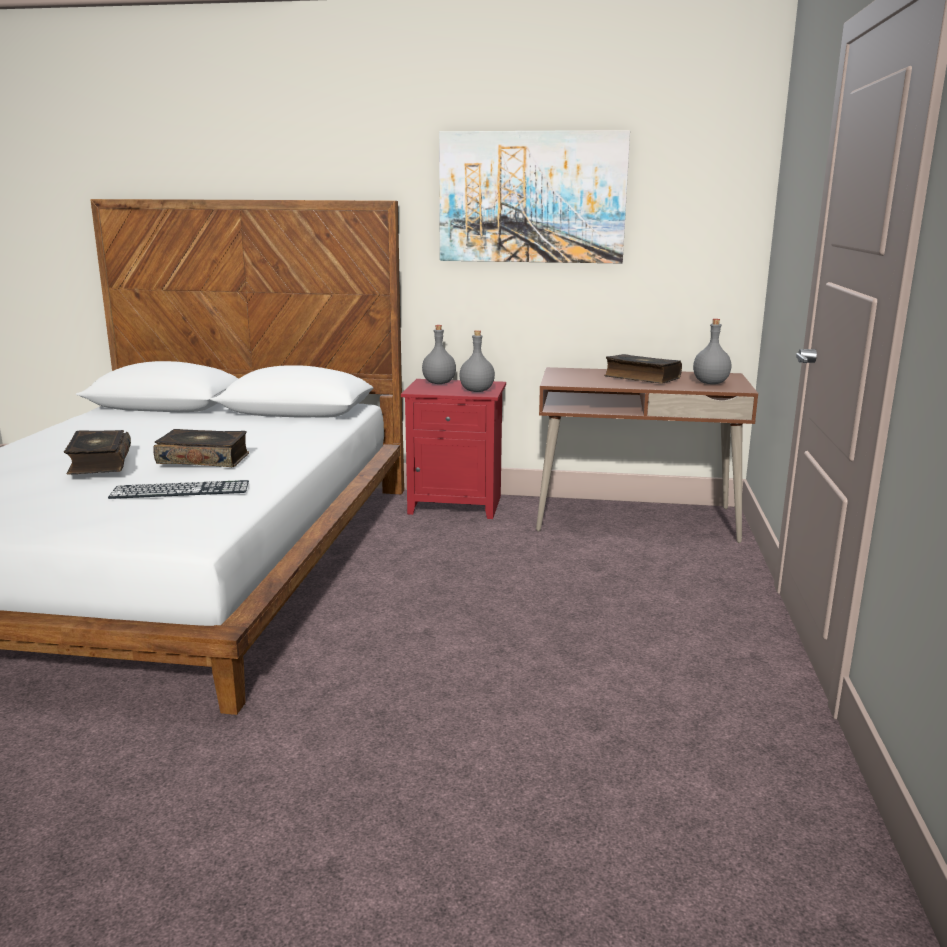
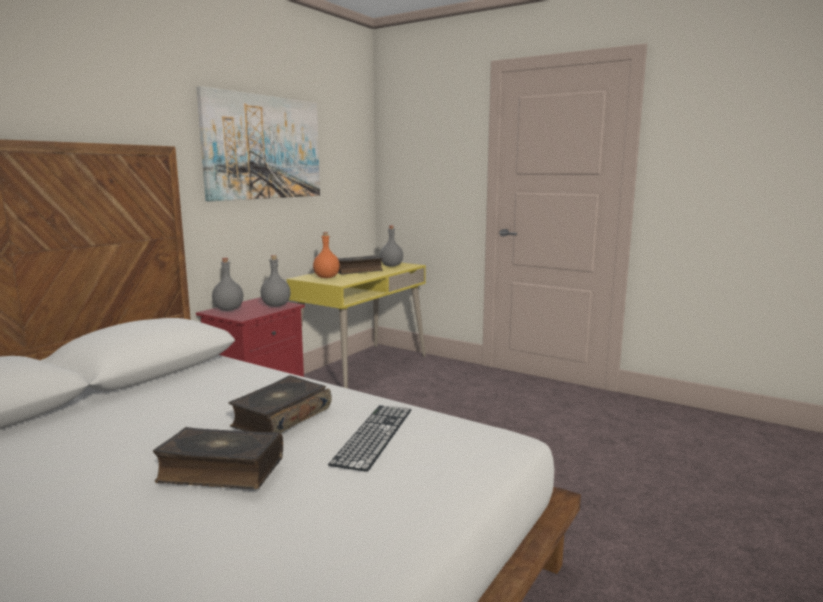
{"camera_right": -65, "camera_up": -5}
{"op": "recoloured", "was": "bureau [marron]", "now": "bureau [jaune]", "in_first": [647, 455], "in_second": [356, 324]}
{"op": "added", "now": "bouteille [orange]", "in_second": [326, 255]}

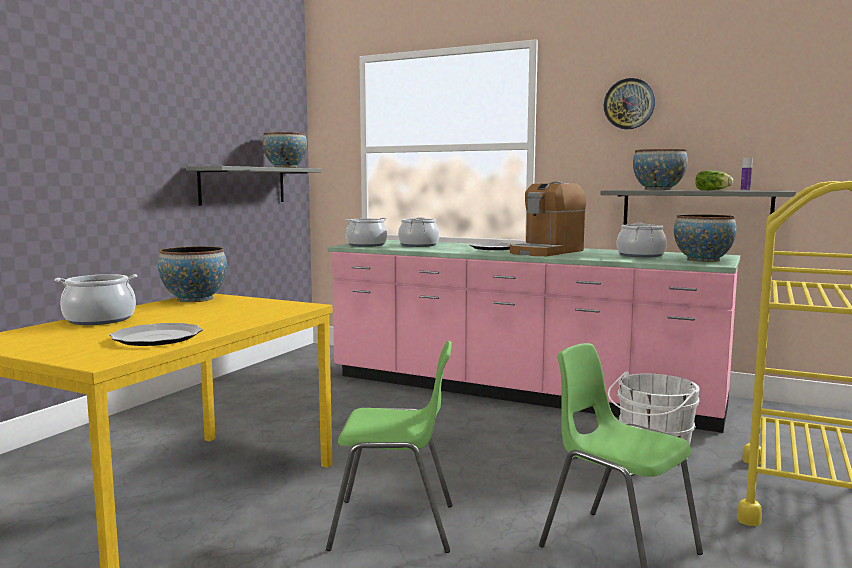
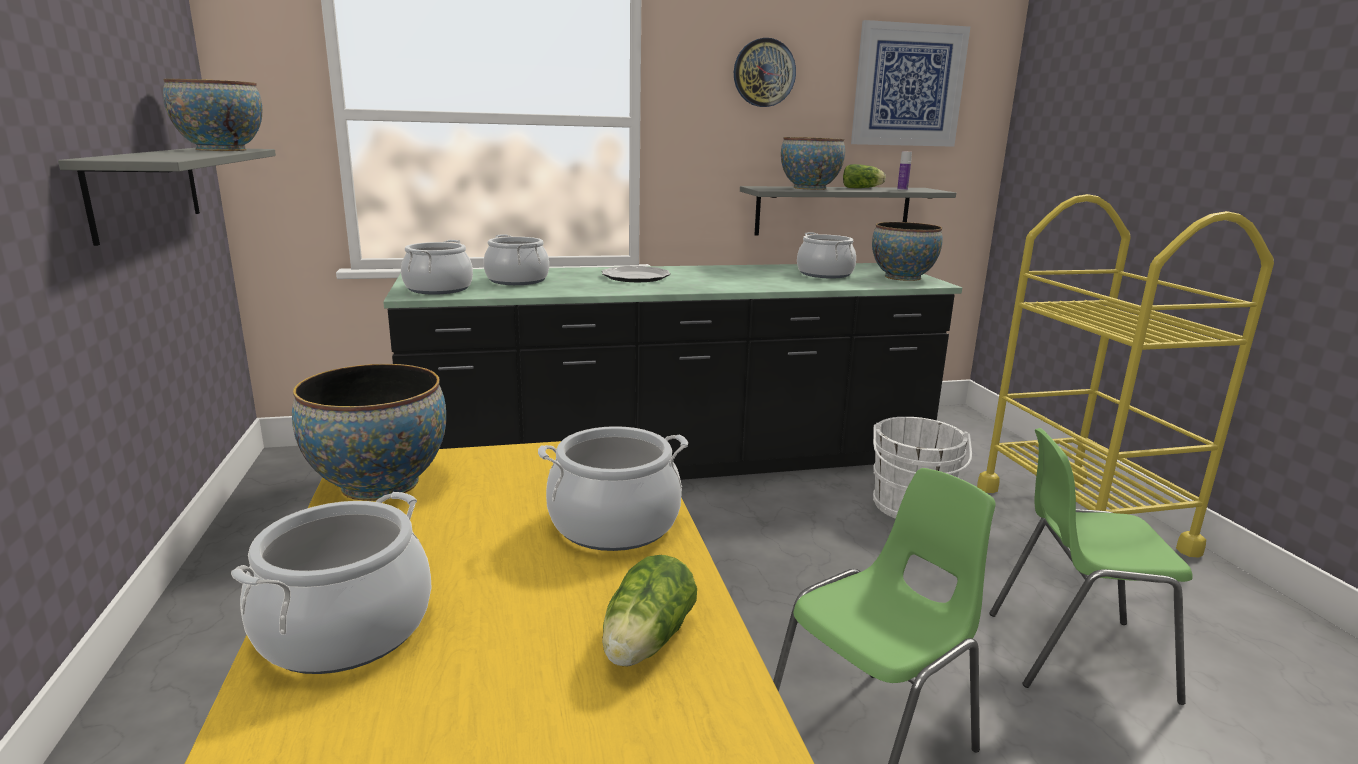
{"camera_right": -40, "camera_up": 10}
{"op": "removed", "was": "machine à café", "in_first": [548, 219]}
{"op": "recoloured", "was": "comptoir de cuisine [rose]", "now": "comptoir de cuisine [noir]", "in_first": [533, 336], "in_second": [672, 371]}
{"op": "replaced", "was": "assiette", "now": "laitue", "in_first": [156, 334], "in_second": [649, 611]}
{"op": "added", "now": "tableau", "in_second": [910, 83]}
{"op": "added", "now": "marmite", "in_second": [613, 488]}

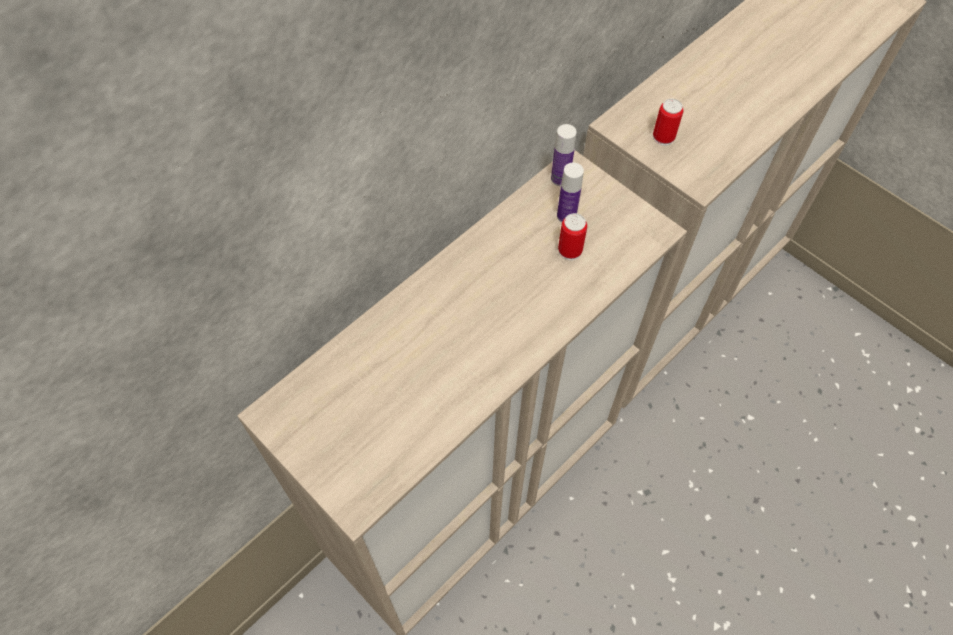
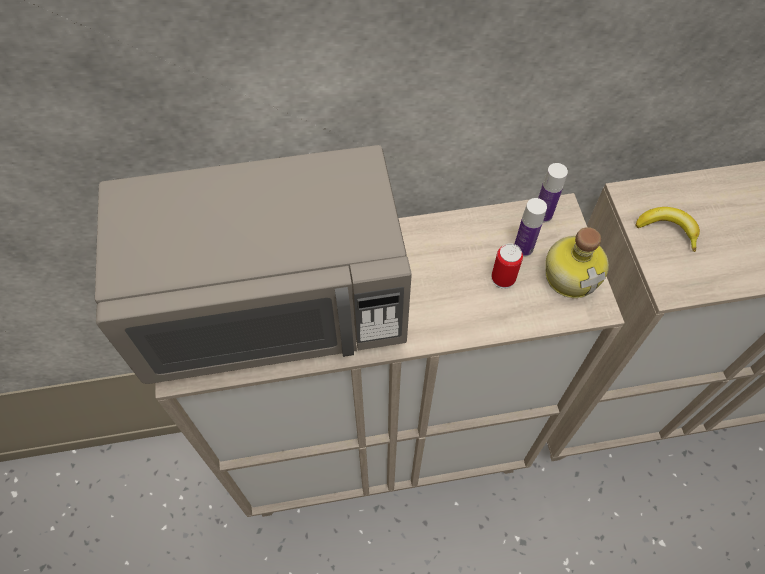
{"camera_right": 35, "camera_up": 0}
{"op": "replaced", "was": "boîte métallique", "now": "banane", "in_first": [668, 122], "in_second": [667, 229]}
{"op": "added", "now": "micro-ondes [gris]", "in_second": [253, 264]}
{"op": "added", "now": "bouteille", "in_second": [577, 262]}

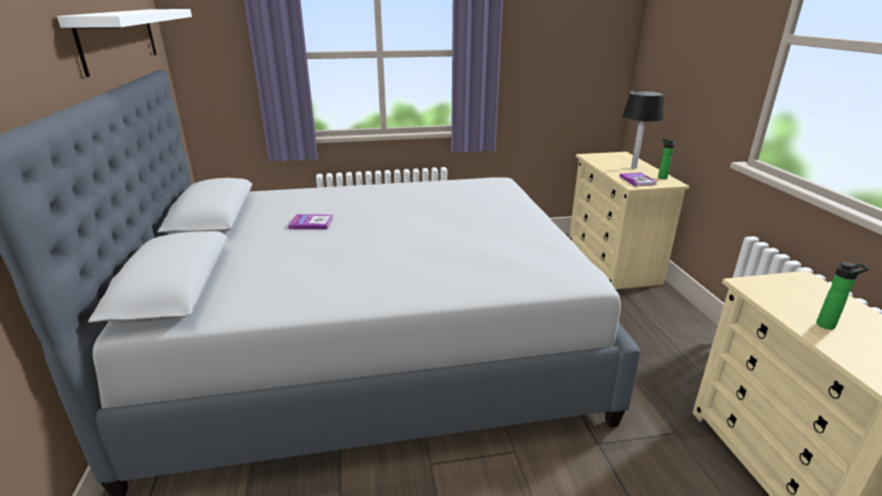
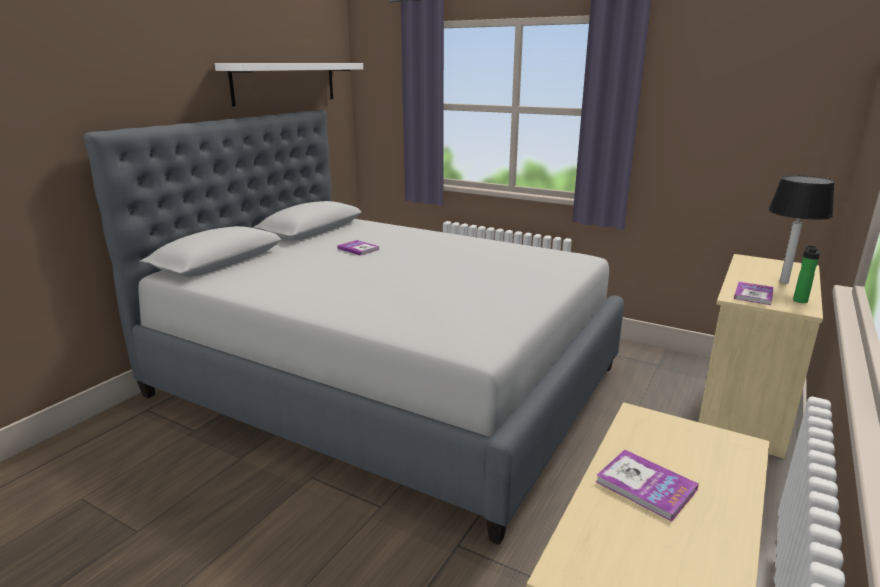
{"camera_right": 40, "camera_up": -5}
{"op": "replaced", "was": "bouteille", "now": "livre", "in_first": [842, 296], "in_second": [647, 485]}

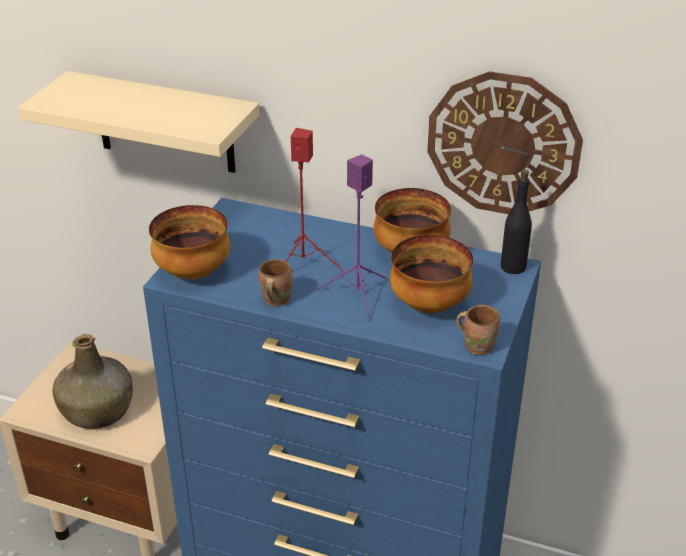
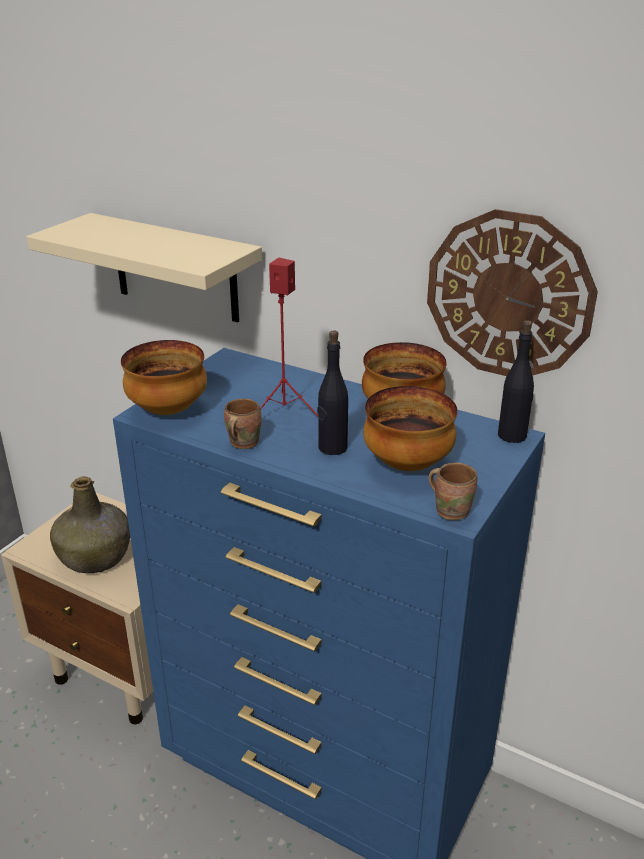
{"camera_right": 10, "camera_up": -5}
{"op": "replaced", "was": "enceinte [violet]", "now": "bouteille [noir]", "in_first": [352, 237], "in_second": [332, 392]}

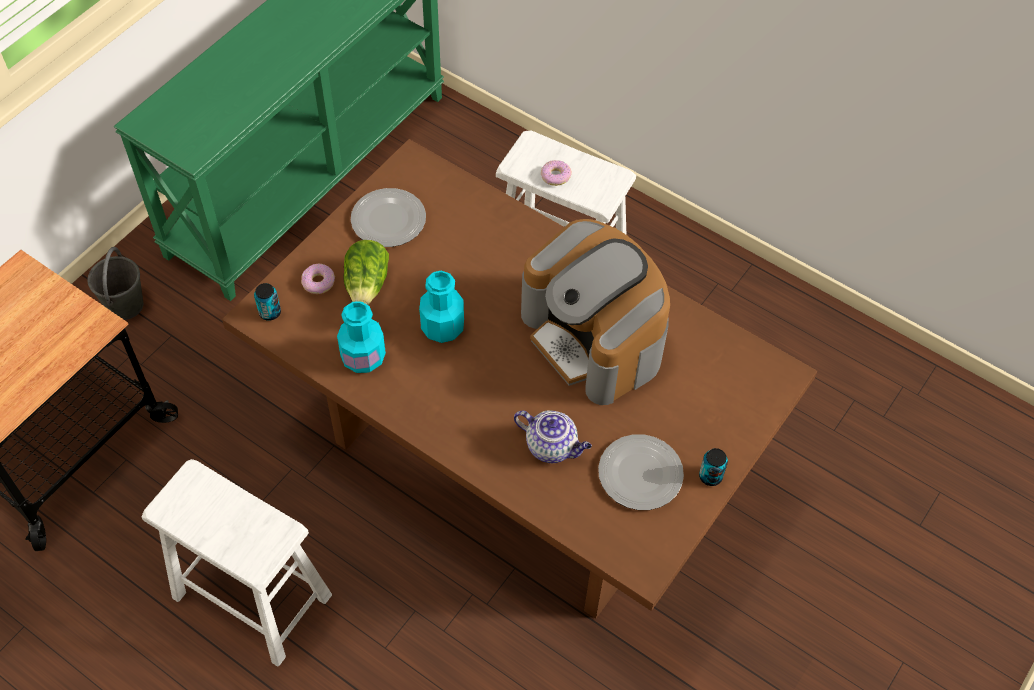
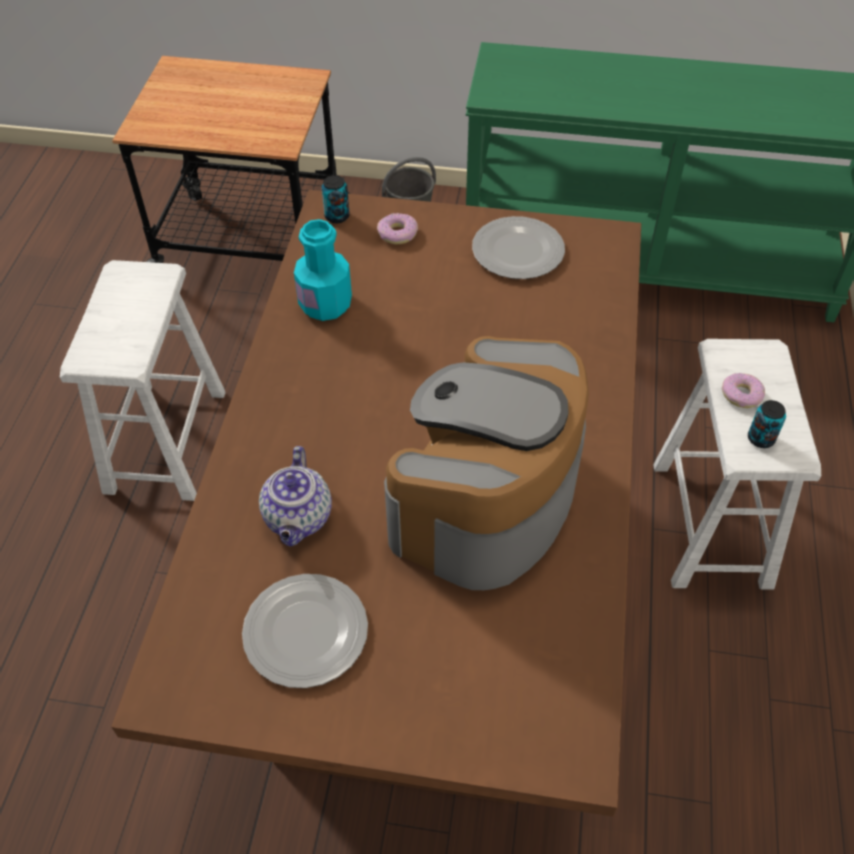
{"camera_right": 65, "camera_up": -5}
{"op": "removed", "was": "laitue", "in_first": [366, 272]}
{"op": "removed", "was": "bouteille [turquoise]", "in_first": [441, 307]}
{"op": "moved", "was": "boîte métallique", "in_first": [713, 467], "in_second": [767, 424]}

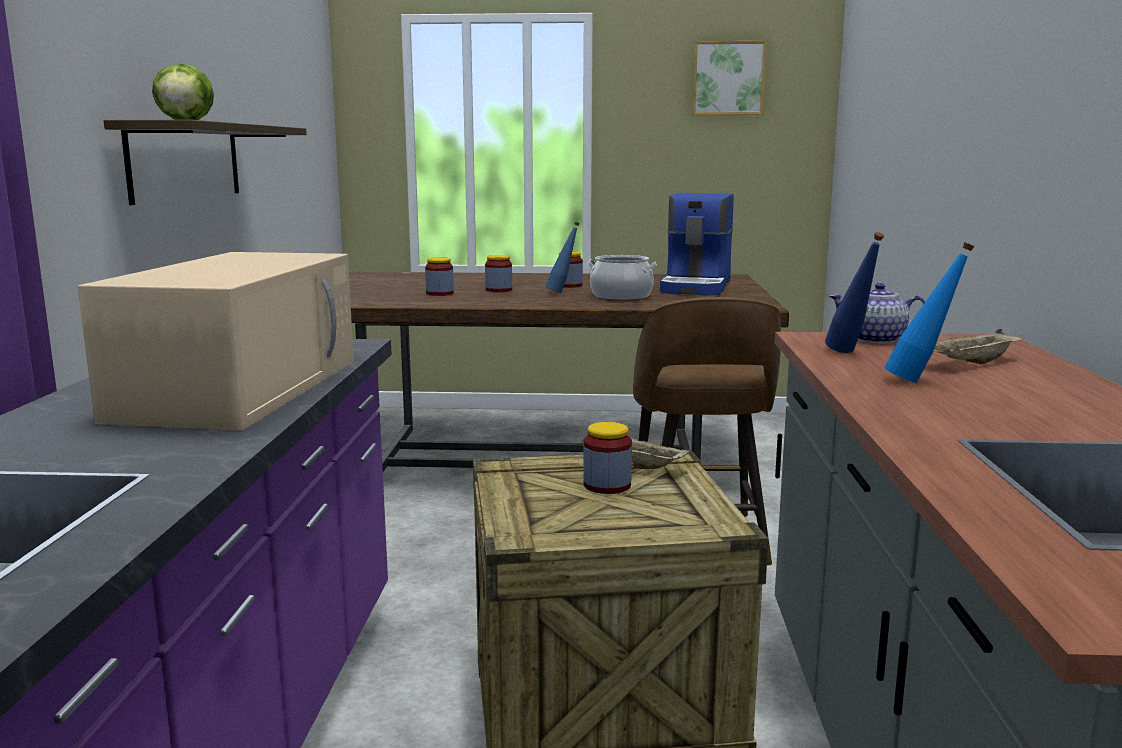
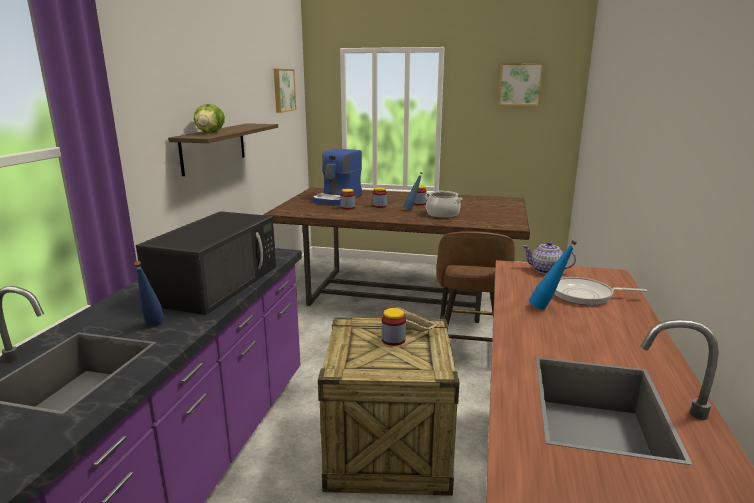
{"camera_right": 10, "camera_up": 5}
{"op": "moved", "was": "machine à café", "in_first": [697, 244], "in_second": [337, 177]}
{"op": "moved", "was": "bouteille [bleu]", "in_first": [854, 292], "in_second": [149, 294]}
{"op": "recoloured", "was": "micro-ondes [beige]", "now": "micro-ondes [noir]", "in_first": [216, 341], "in_second": [206, 263]}
{"op": "replaced", "was": "plateau [beige]", "now": "poêle", "in_first": [979, 346], "in_second": [600, 291]}
{"op": "added", "now": "tableau", "in_second": [285, 91]}

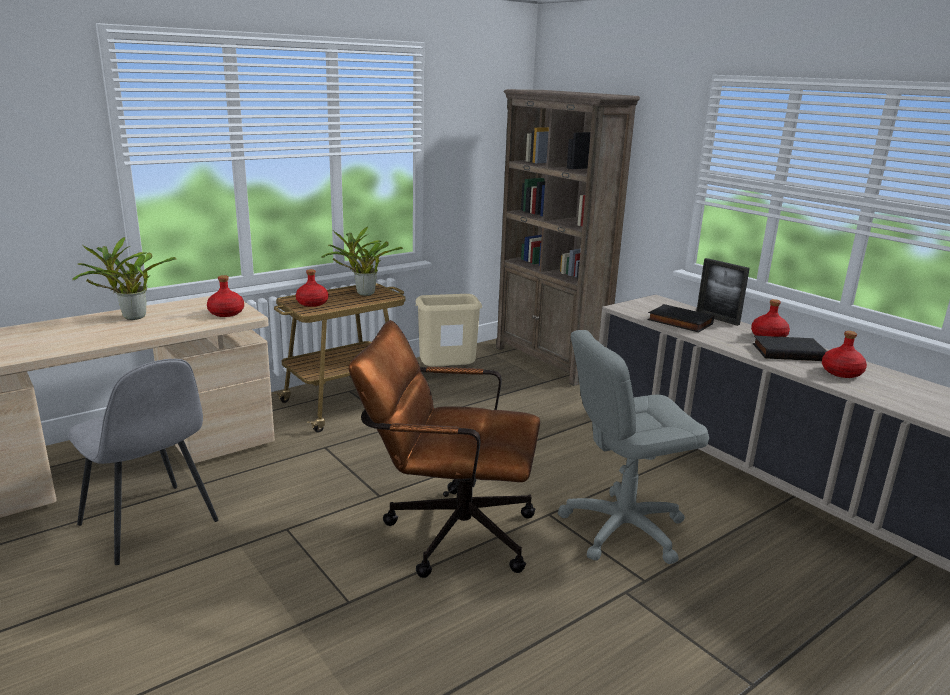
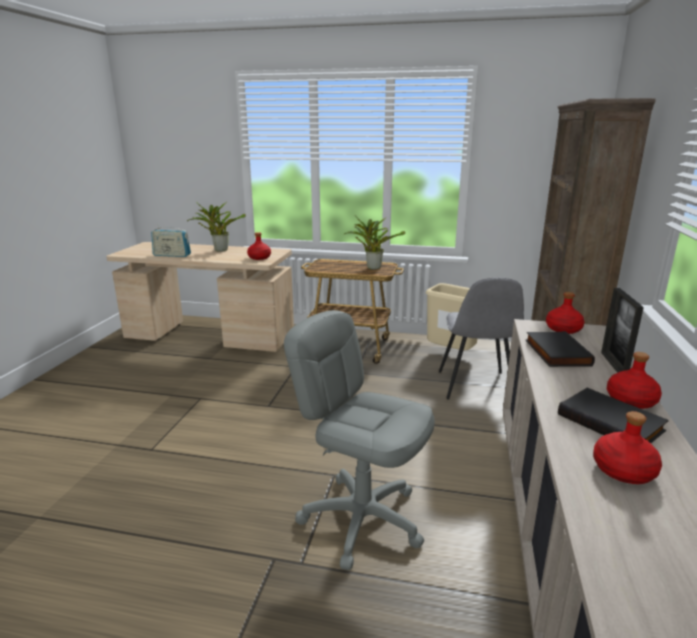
{"camera_right": 50, "camera_up": 0}
{"op": "moved", "was": "bouteille [rouge]", "in_first": [312, 288], "in_second": [565, 313]}
{"op": "removed", "was": "chaise de bureau [marron]", "in_first": [444, 449]}
{"op": "moved", "was": "chaise [gris]", "in_first": [143, 462], "in_second": [481, 338]}
{"op": "added", "now": "radio", "in_second": [171, 240]}

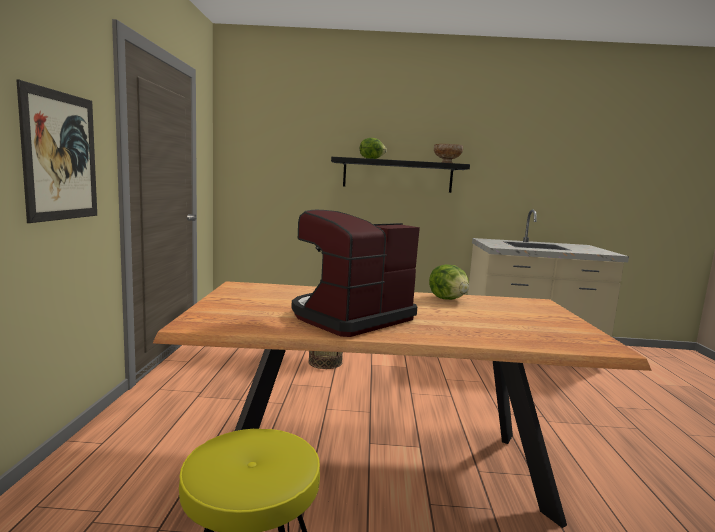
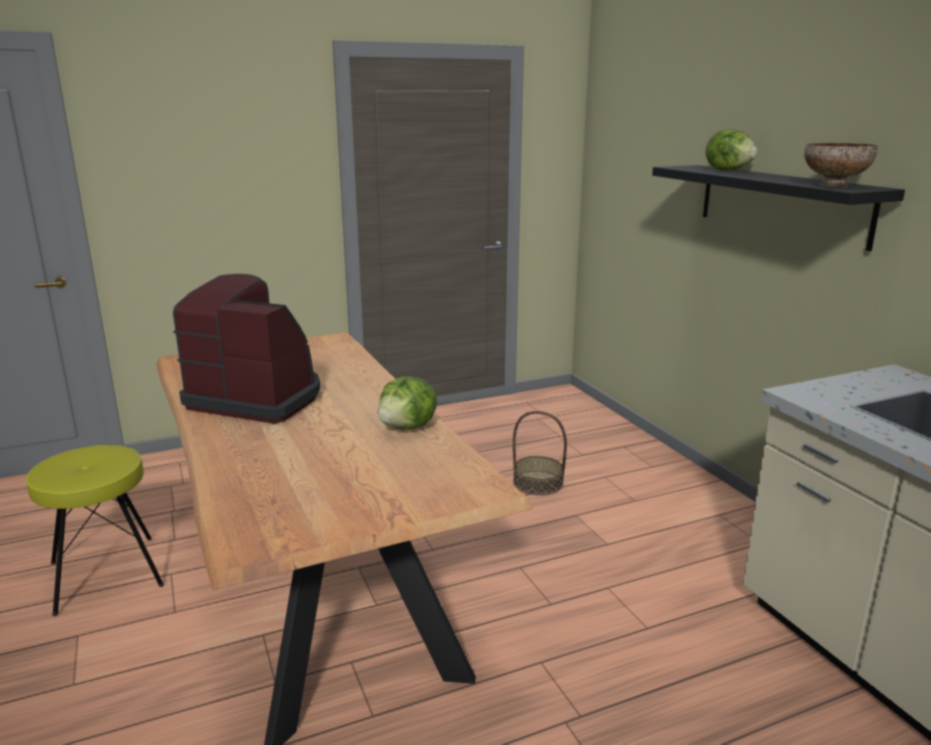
{"camera_right": 65, "camera_up": 10}
{"op": "removed", "was": "tableau", "in_first": [56, 151]}

